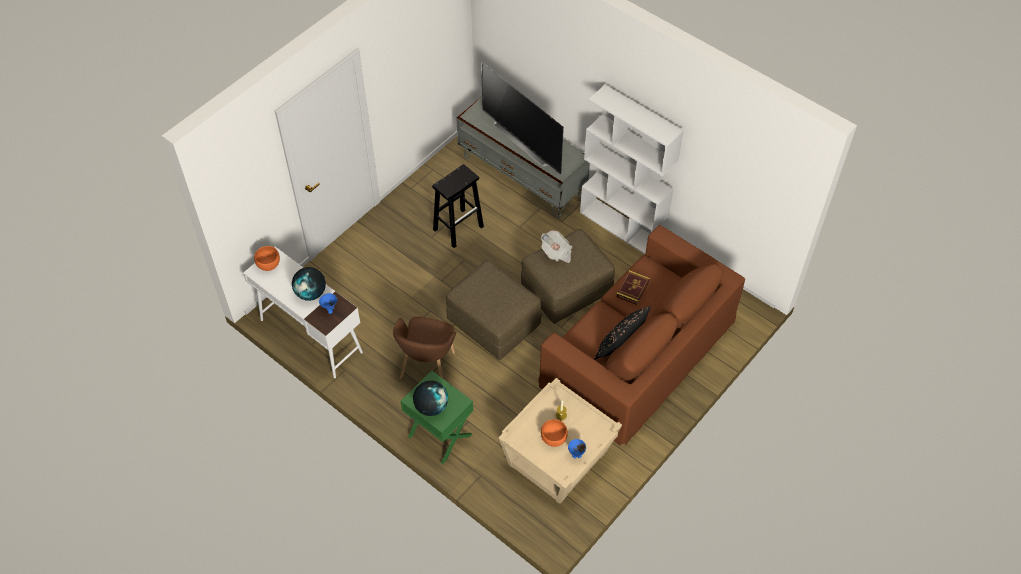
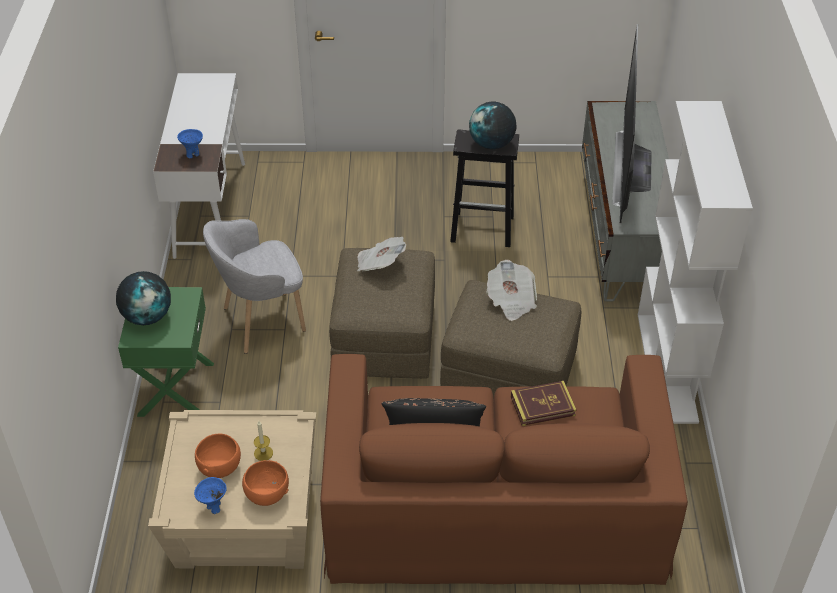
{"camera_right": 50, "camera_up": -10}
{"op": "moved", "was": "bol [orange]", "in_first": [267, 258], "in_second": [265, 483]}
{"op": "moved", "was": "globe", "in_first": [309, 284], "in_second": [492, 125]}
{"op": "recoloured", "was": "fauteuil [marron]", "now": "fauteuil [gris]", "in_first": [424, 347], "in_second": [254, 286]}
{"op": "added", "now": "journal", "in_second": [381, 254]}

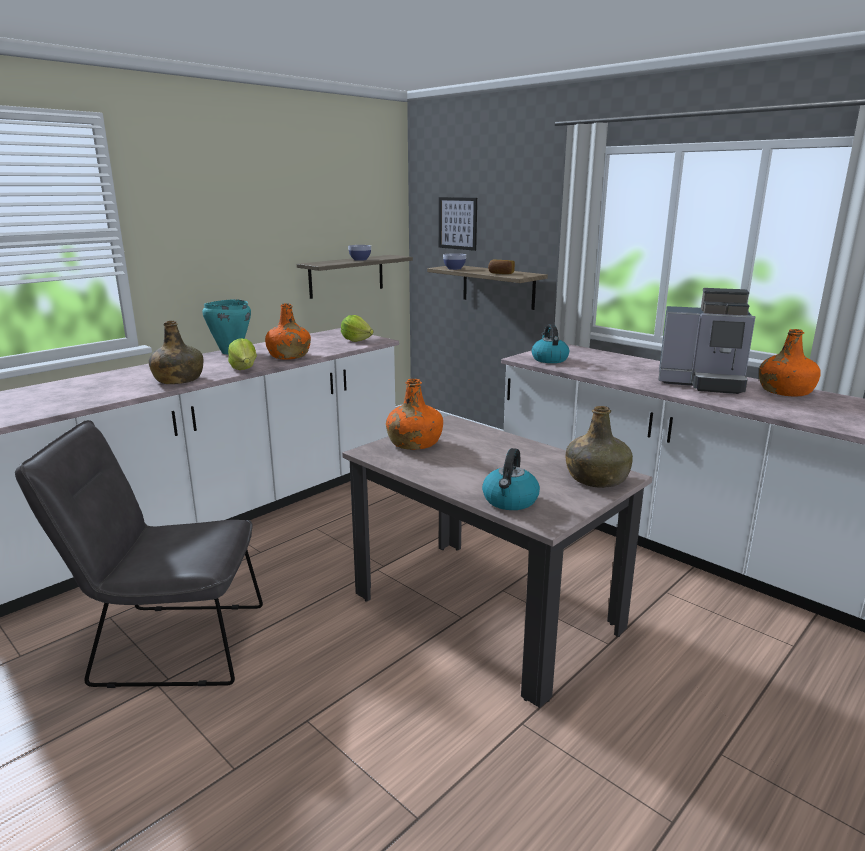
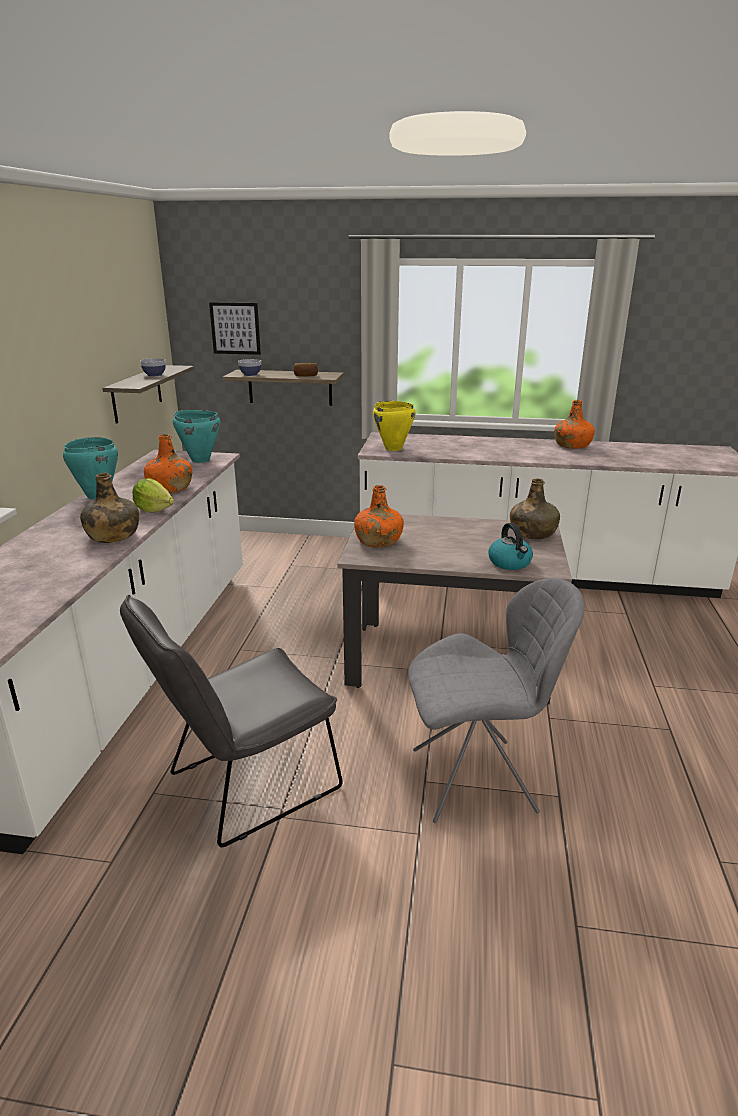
{"camera_right": -35, "camera_up": 5}
{"op": "removed", "was": "machine à café", "in_first": [707, 341]}
{"op": "replaced", "was": "laitue", "now": "marmite [turquoise]", "in_first": [357, 328], "in_second": [197, 436]}
{"op": "replaced", "was": "bouilloire", "now": "marmite [jaune]", "in_first": [550, 343], "in_second": [394, 426]}
{"op": "added", "now": "chaise [gris]", "in_second": [496, 700]}

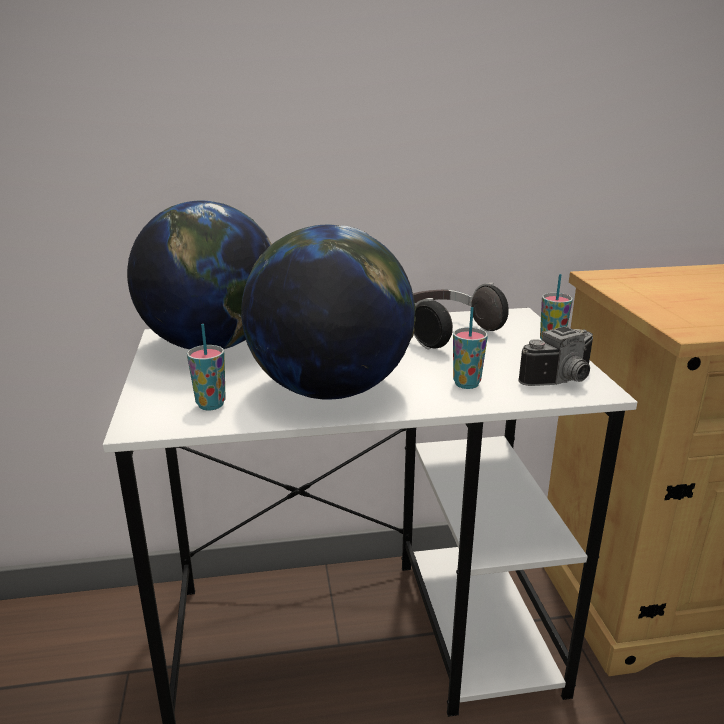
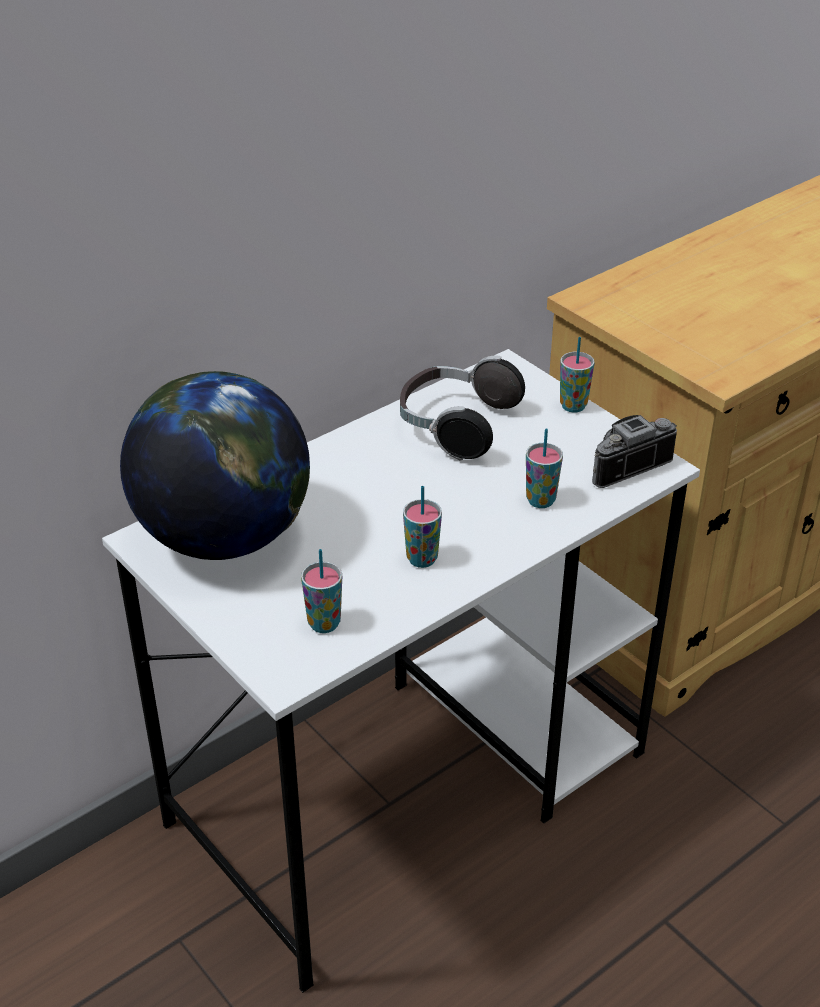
{"camera_right": -30, "camera_up": 15}
{"op": "replaced", "was": "globe", "now": "tasse", "in_first": [328, 312], "in_second": [422, 527]}
{"op": "turned", "was": "appareil photo", "in_first": [555, 356], "in_second": [634, 451], "clockwise": -150}

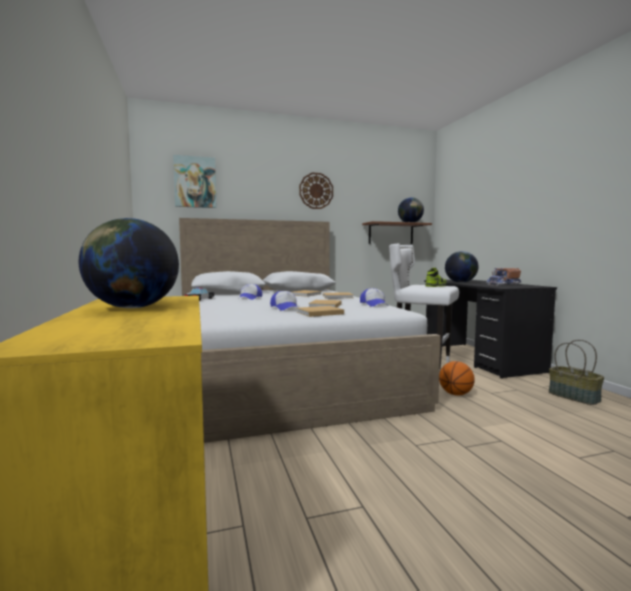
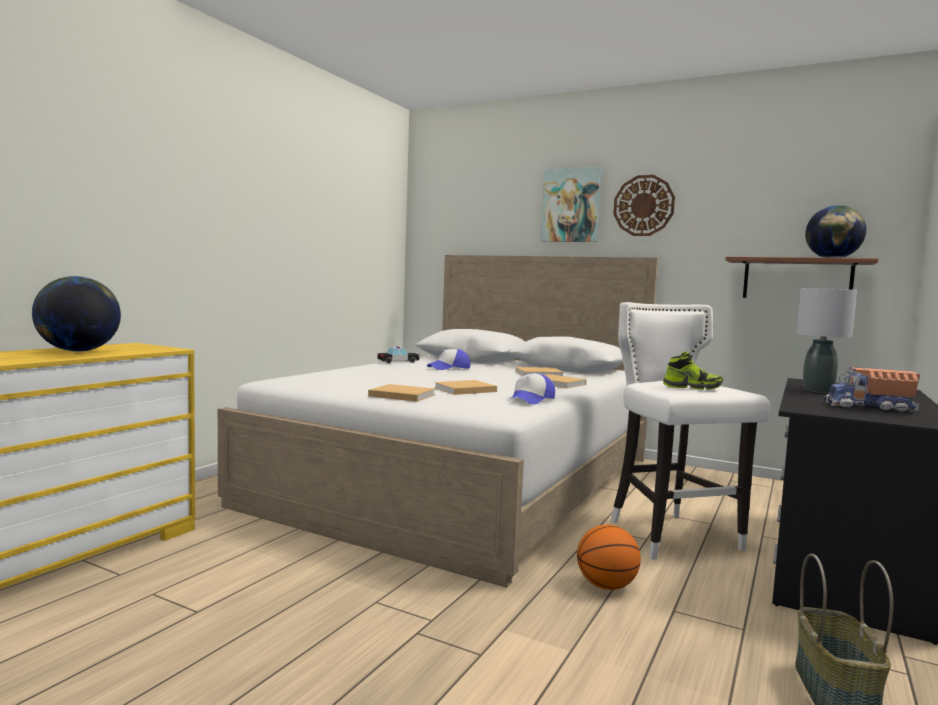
{"camera_right": 45, "camera_up": 0}
{"op": "moved", "was": "tableau", "in_first": [195, 181], "in_second": [571, 204]}
{"op": "replaced", "was": "globe", "now": "lampe de table [gris]", "in_first": [461, 267], "in_second": [826, 340]}
{"op": "removed", "was": "casquette", "in_first": [284, 301]}

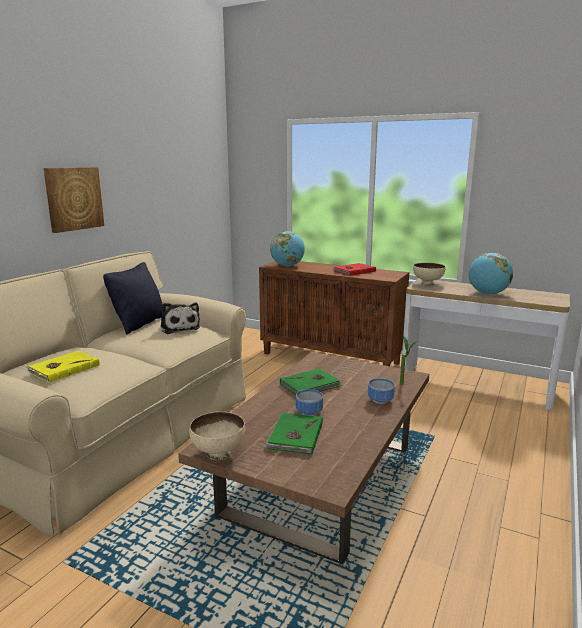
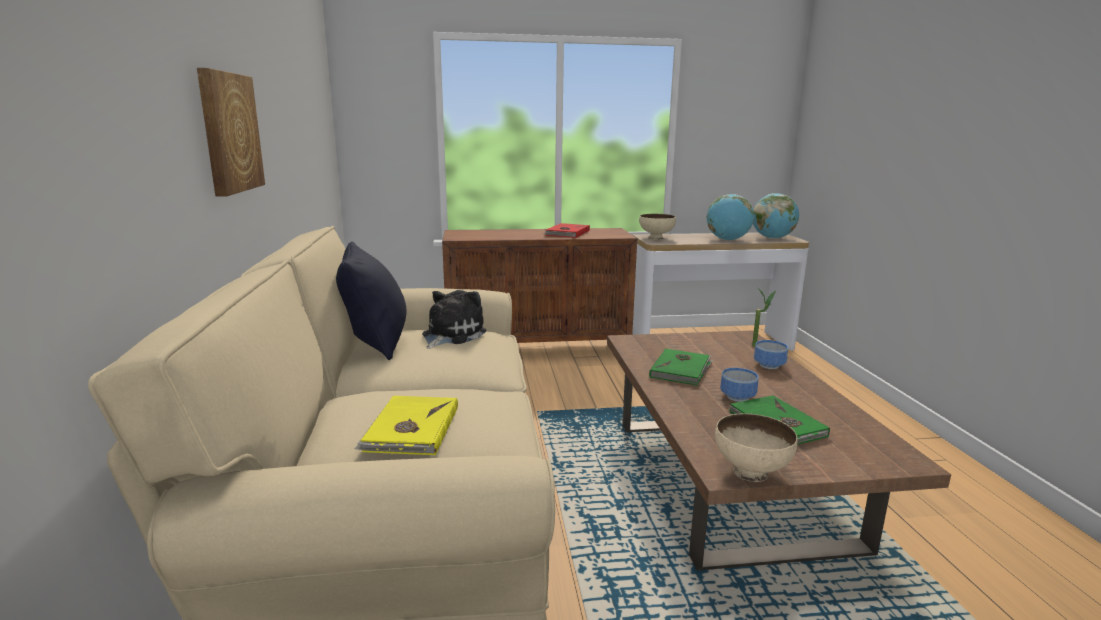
{"camera_right": -35, "camera_up": 0}
{"op": "moved", "was": "globe", "in_first": [287, 249], "in_second": [776, 216]}
{"op": "turned", "was": "peluche", "in_first": [180, 318], "in_second": [454, 319], "clockwise": -90}

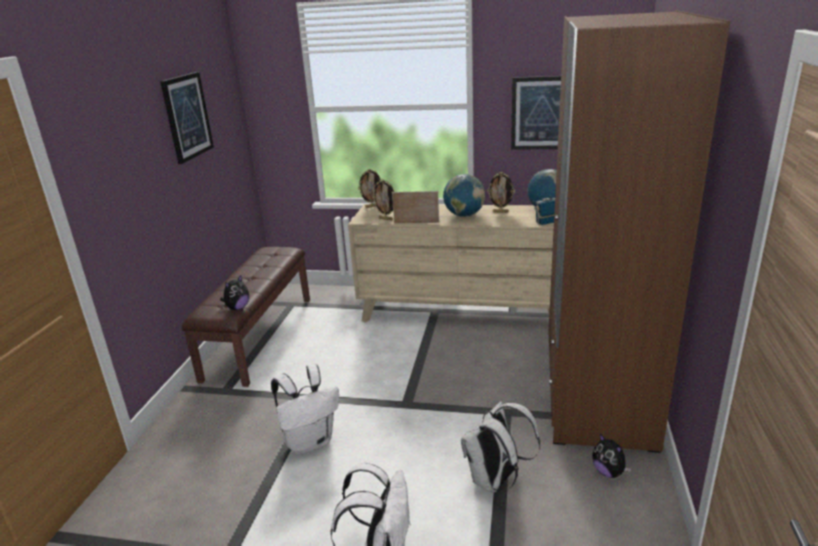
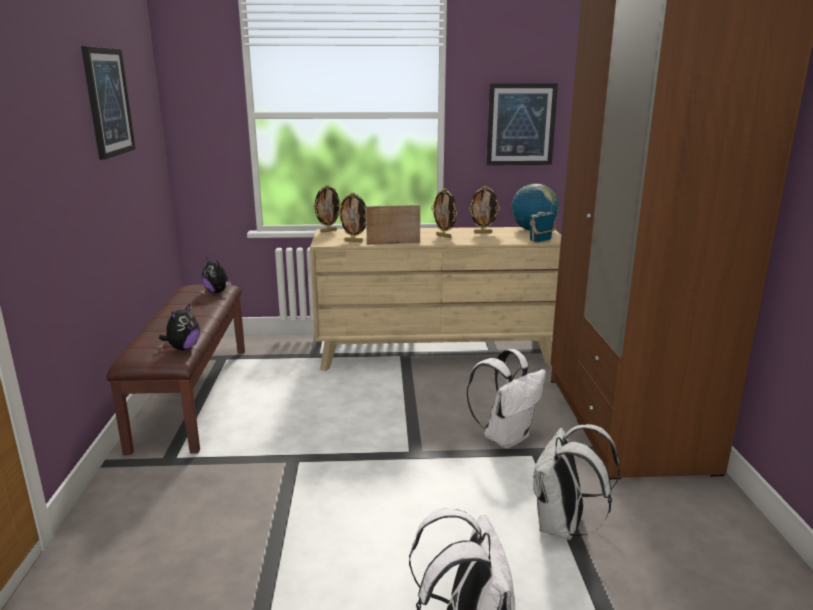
{"camera_right": -15, "camera_up": -5}
{"op": "replaced", "was": "globe", "now": "cadre photo", "in_first": [464, 195], "in_second": [444, 213]}
{"op": "moved", "was": "sac à dos [blanc]", "in_first": [305, 409], "in_second": [506, 398]}
{"op": "moved", "was": "peluche", "in_first": [612, 456], "in_second": [216, 275]}

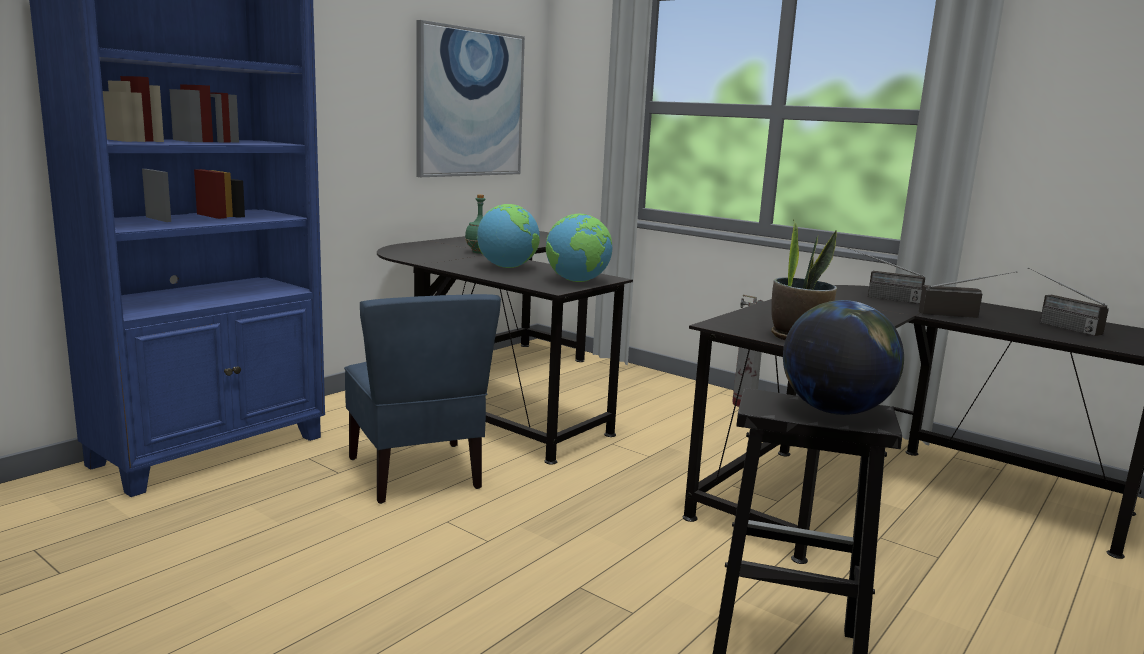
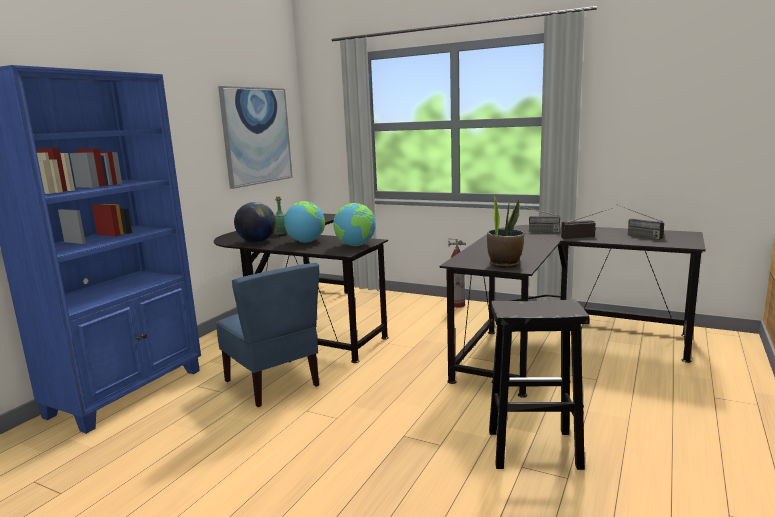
{"camera_right": -10, "camera_up": 0}
{"op": "moved", "was": "globe", "in_first": [843, 357], "in_second": [255, 222]}

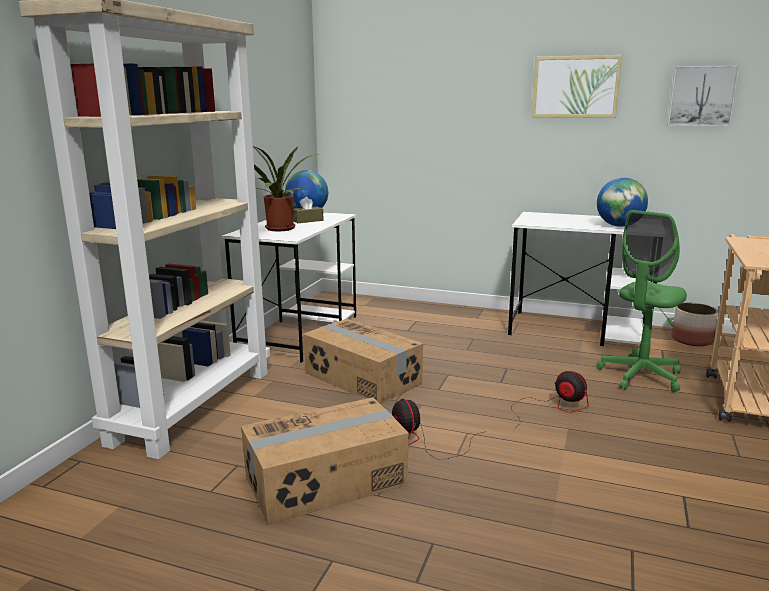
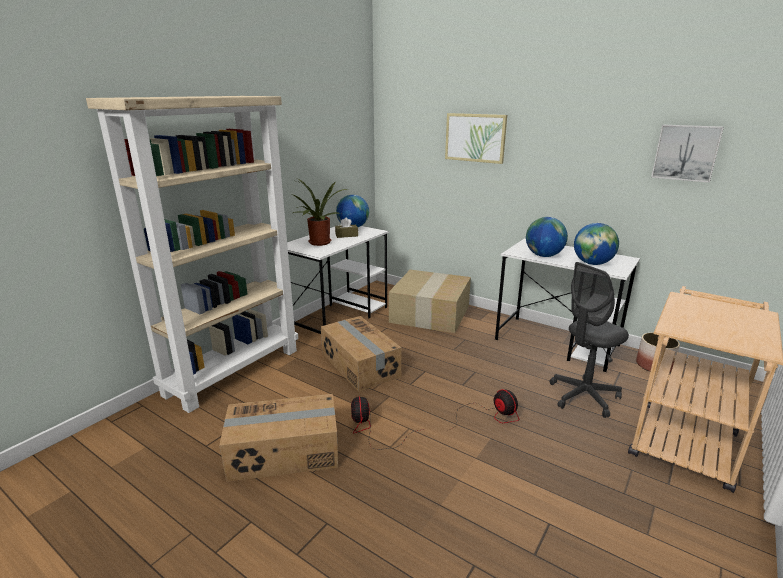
{"camera_right": 15, "camera_up": 5}
{"op": "moved", "was": "tableau", "in_first": [577, 86], "in_second": [476, 138]}
{"op": "recoloured", "was": "chaise de bureau [vert]", "now": "chaise de bureau [gris]", "in_first": [642, 301], "in_second": [589, 340]}
{"op": "added", "now": "globe", "in_second": [547, 237]}
{"op": "added", "now": "carton", "in_second": [430, 301]}

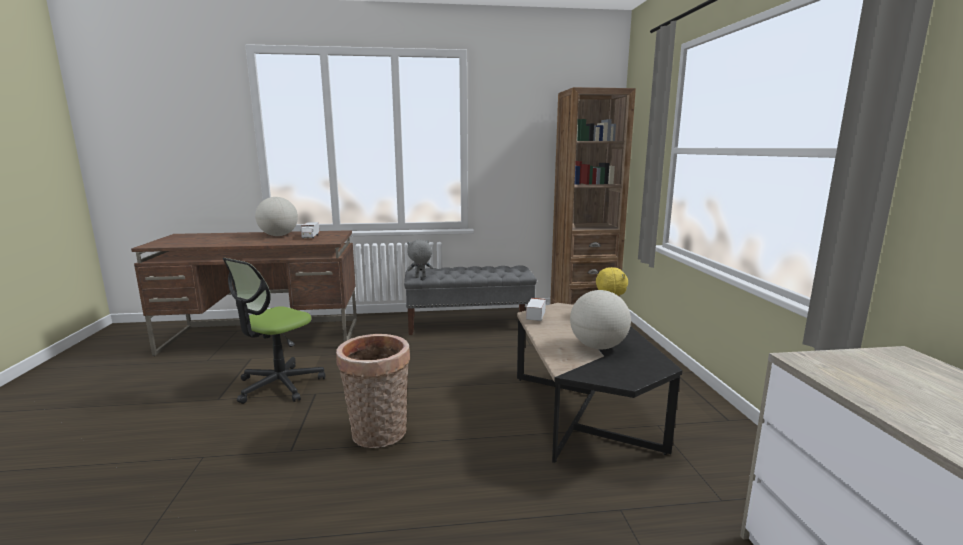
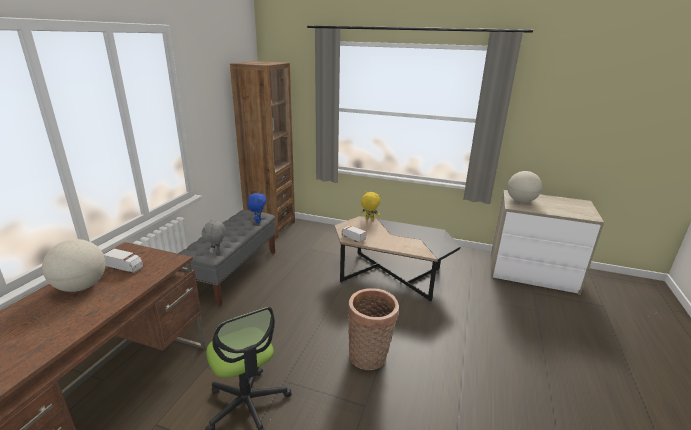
{"camera_right": -65, "camera_up": 10}
{"op": "moved", "was": "globe", "in_first": [600, 319], "in_second": [524, 187]}
{"op": "added", "now": "peluche [bleu]", "in_second": [256, 208]}

